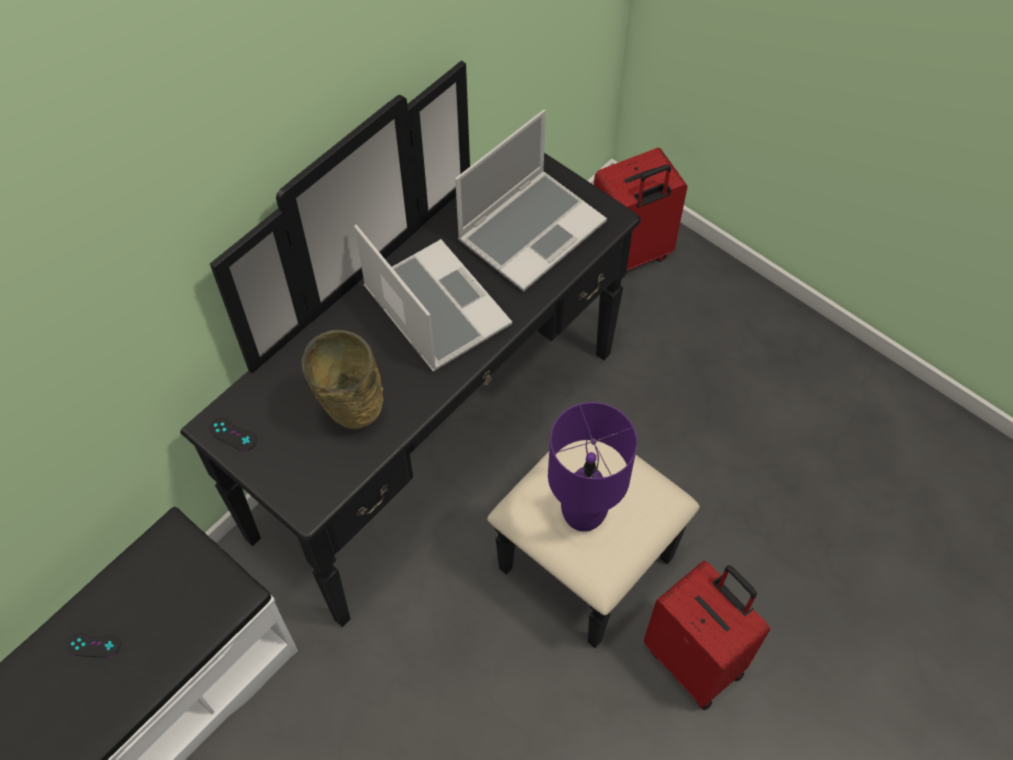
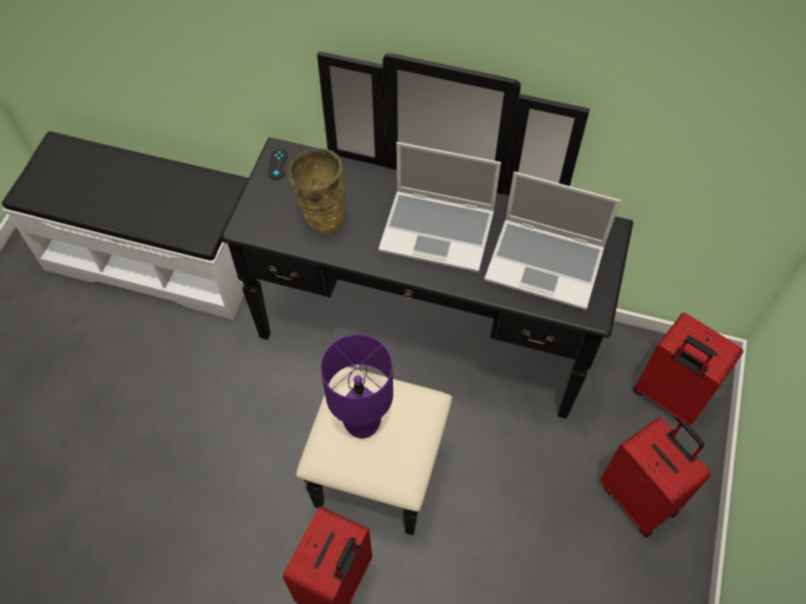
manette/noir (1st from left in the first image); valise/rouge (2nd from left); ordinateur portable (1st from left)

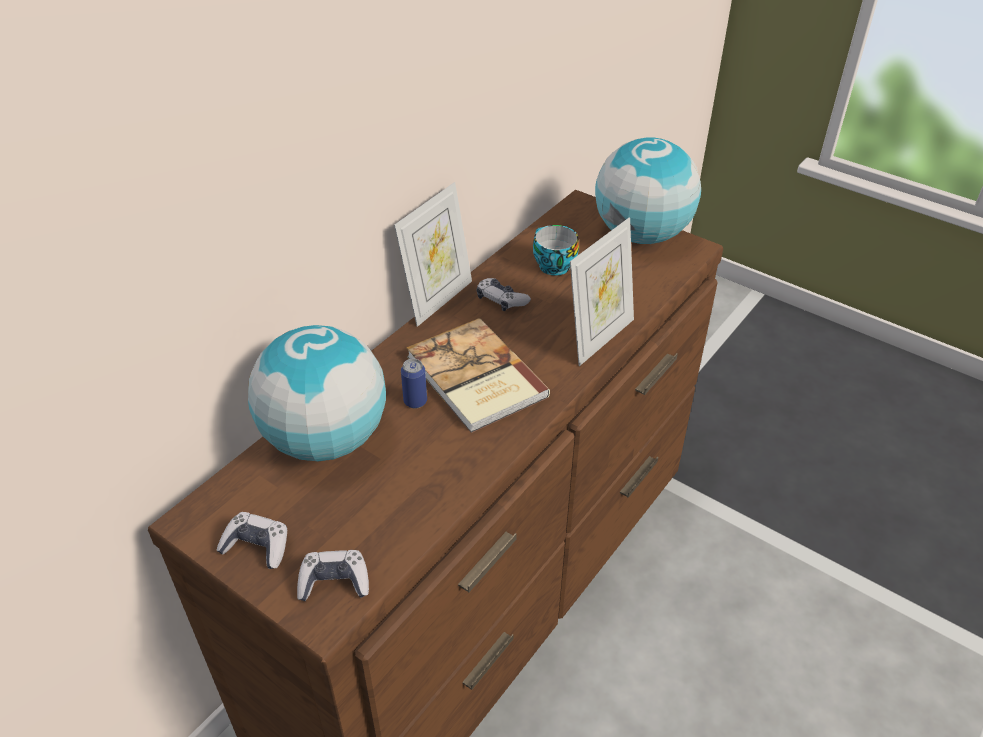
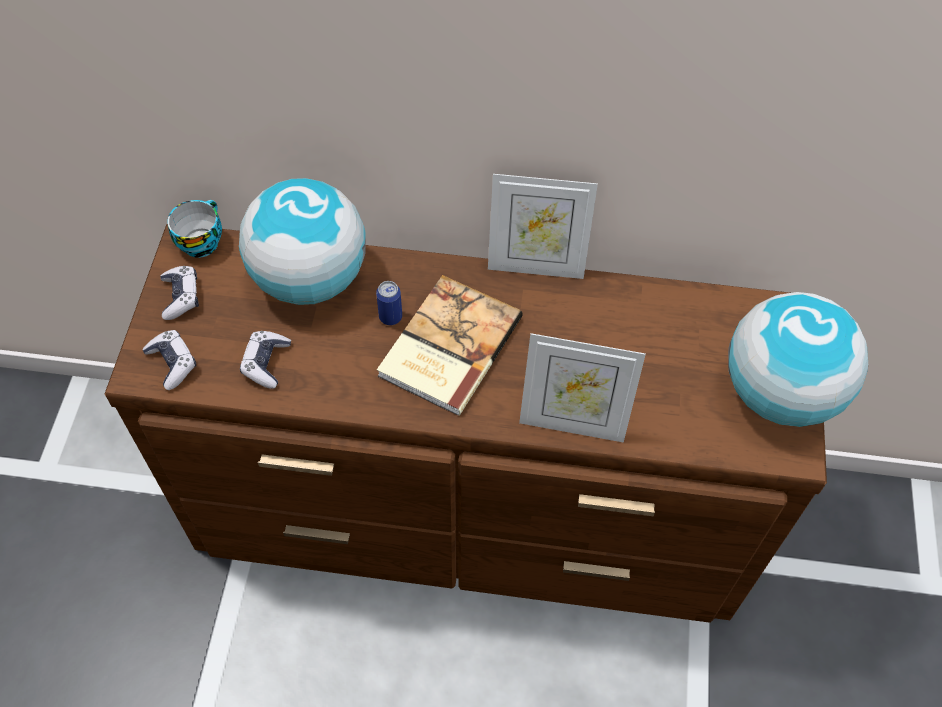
manette (3rd from left); tasse

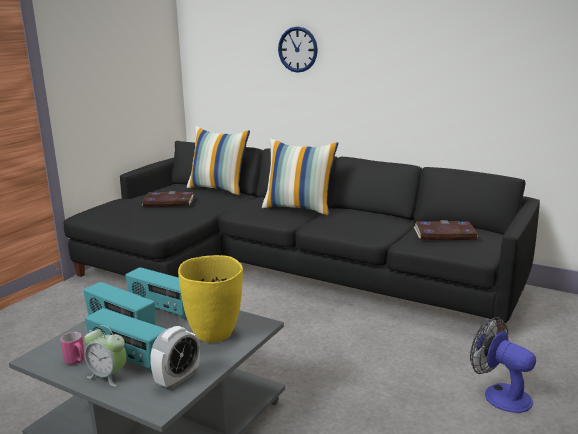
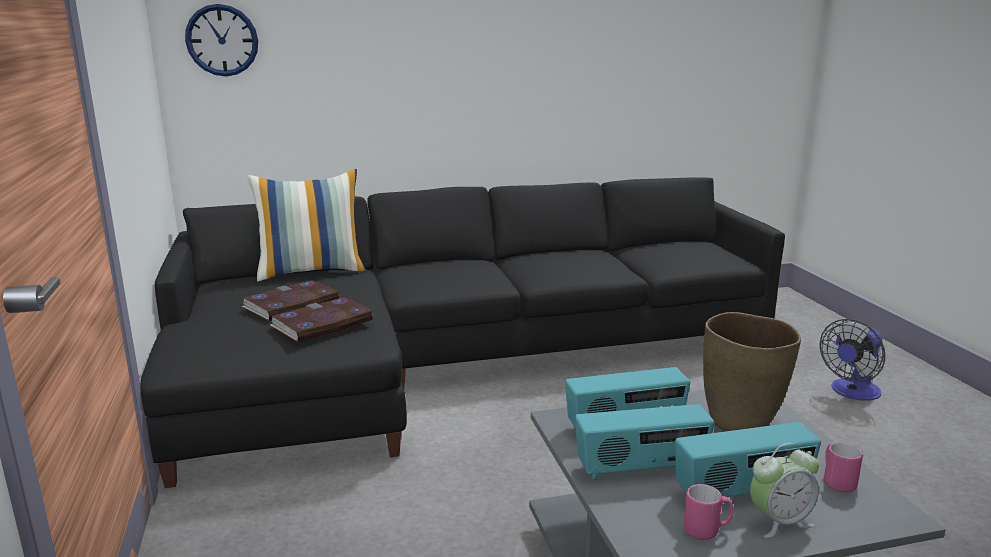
coussin (2nd from left in the first image); horloge murale; livre (2nd from left); mug/rose (2nd from left); vase/marron; ventilateur

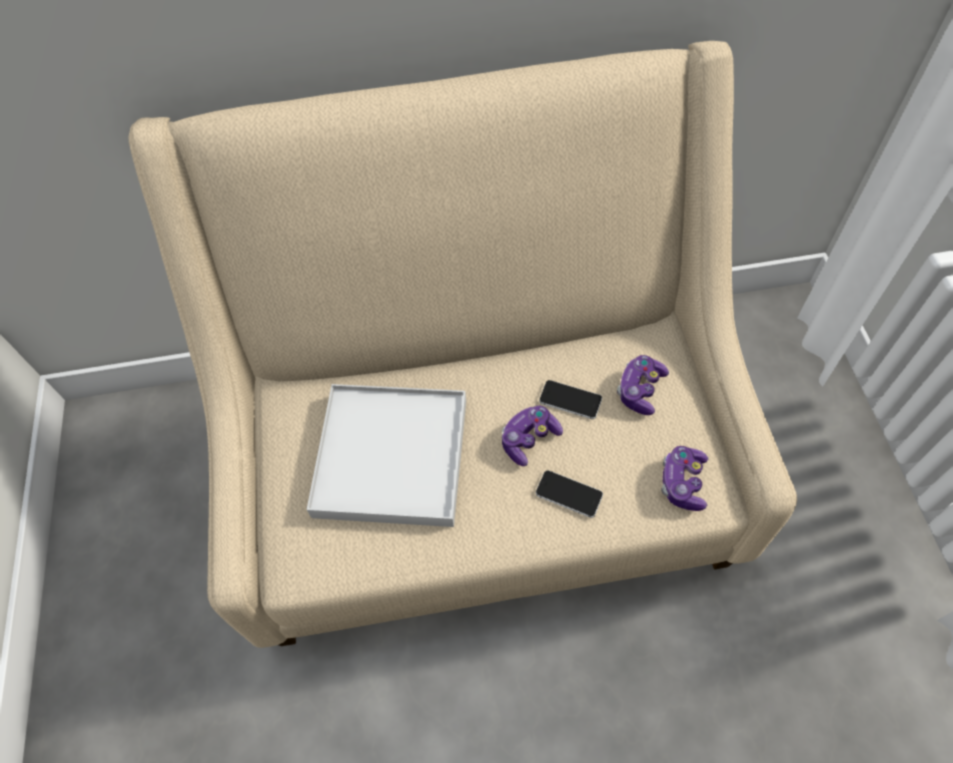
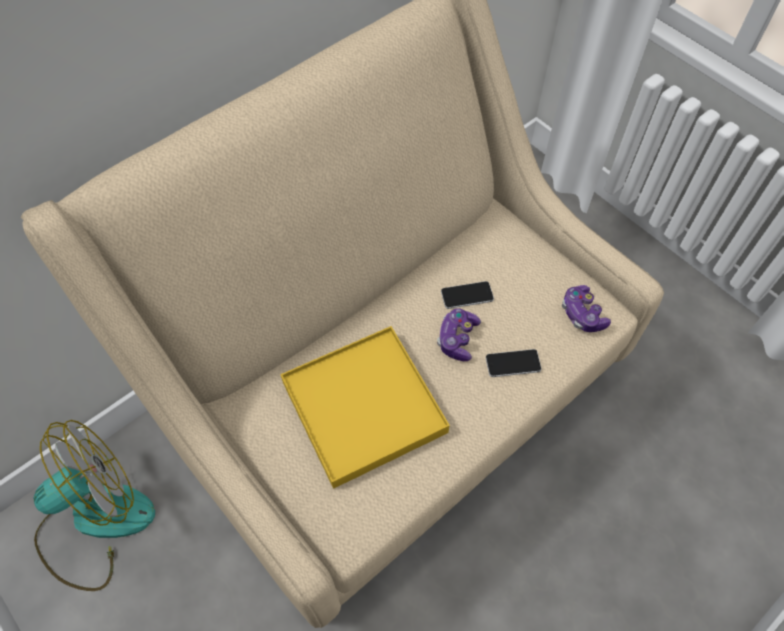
manette (2nd from left in the first image); ventilateur; plateau/jaune

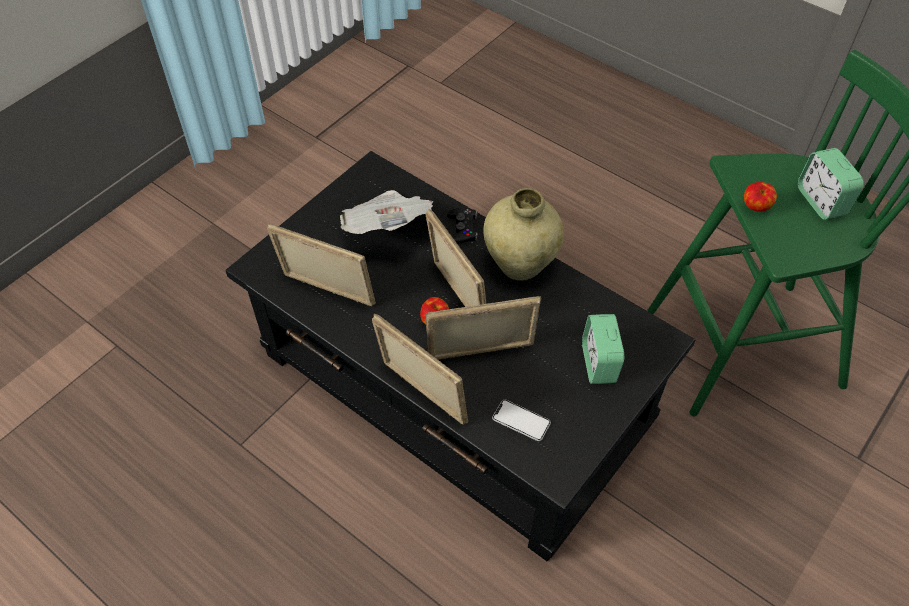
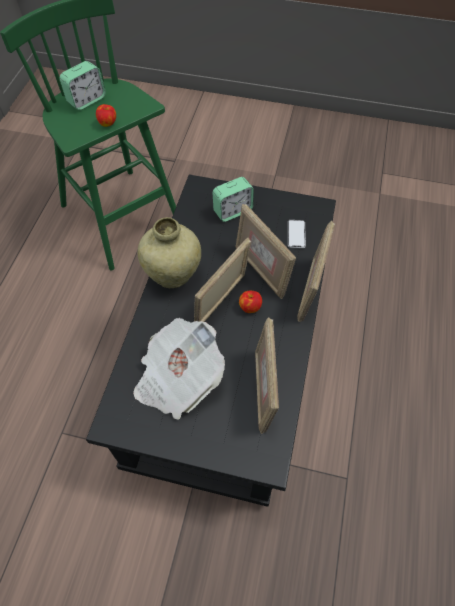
manette/noir

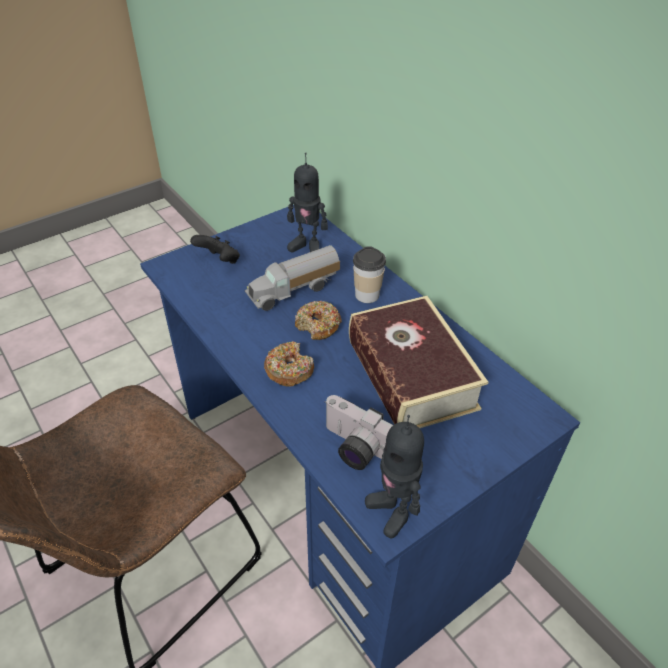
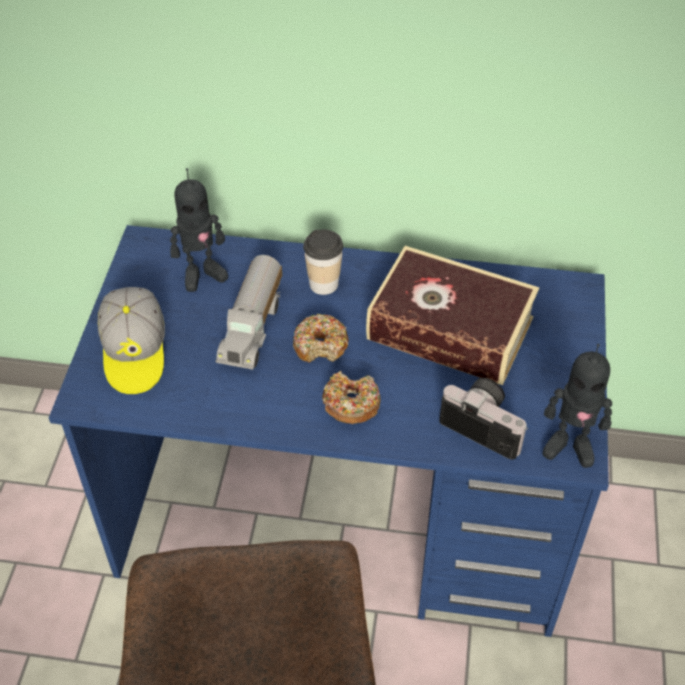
casquette; appareil photo

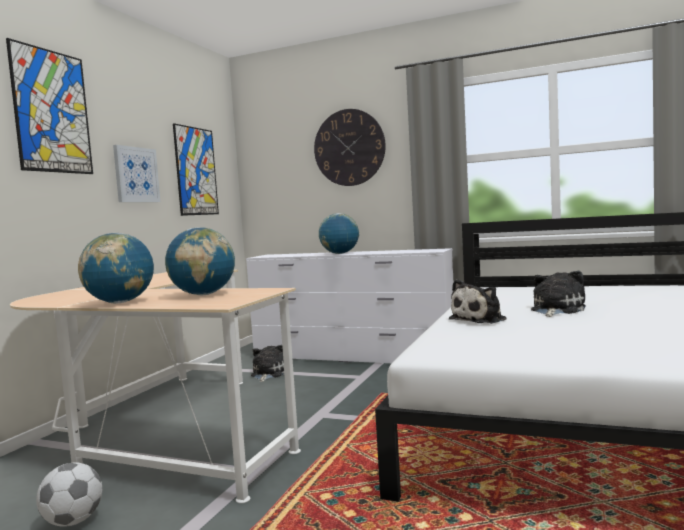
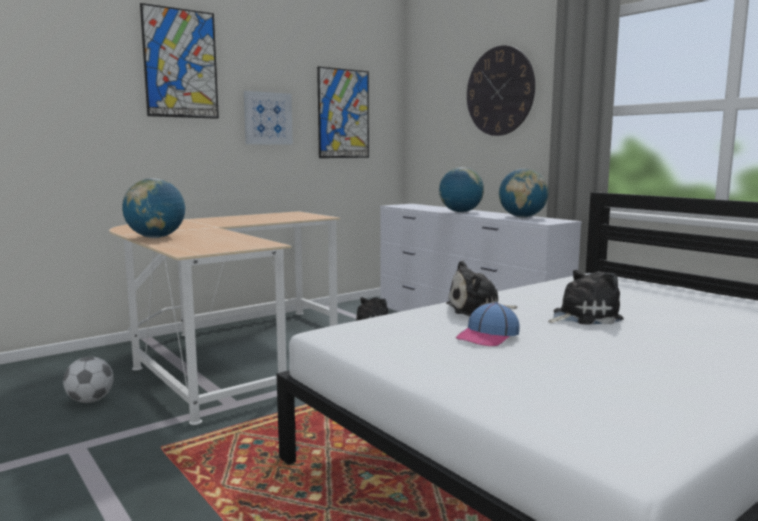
casquette; globe (3rd from left)

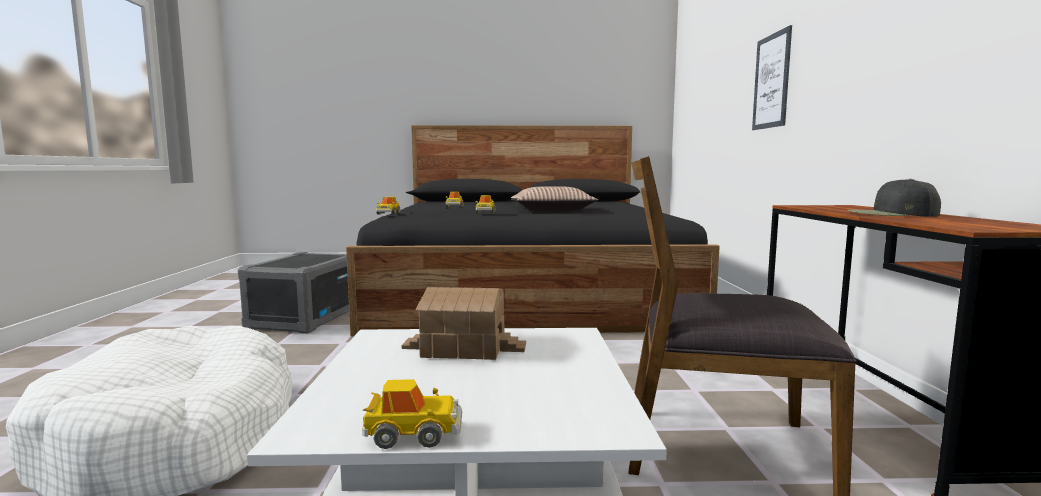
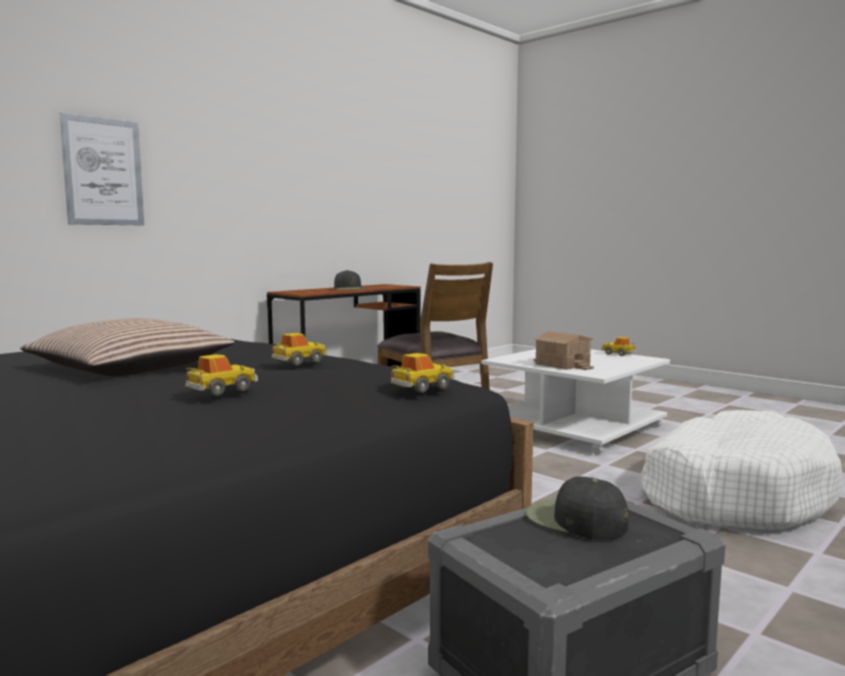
casquette/noir (2nd from left)

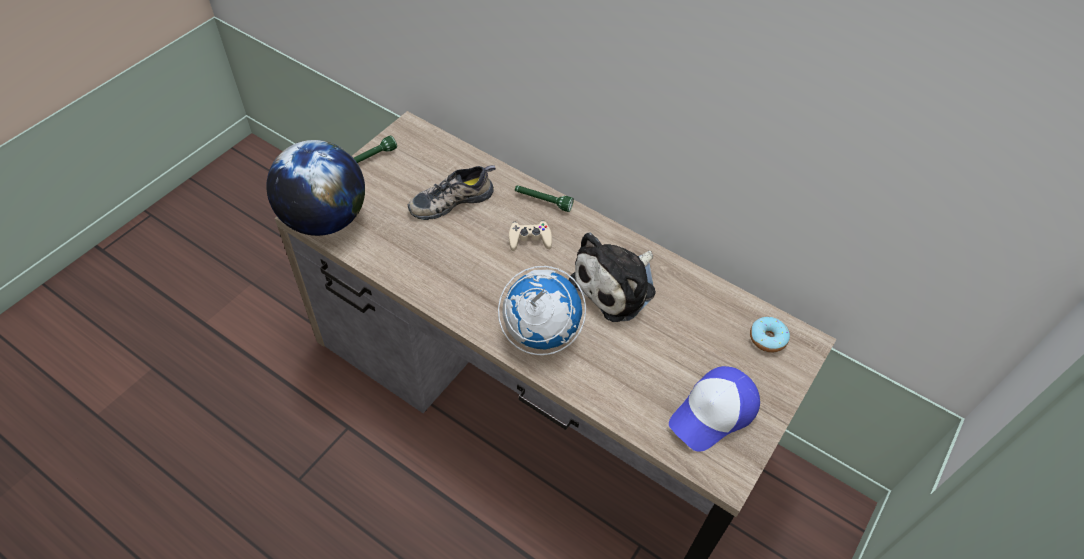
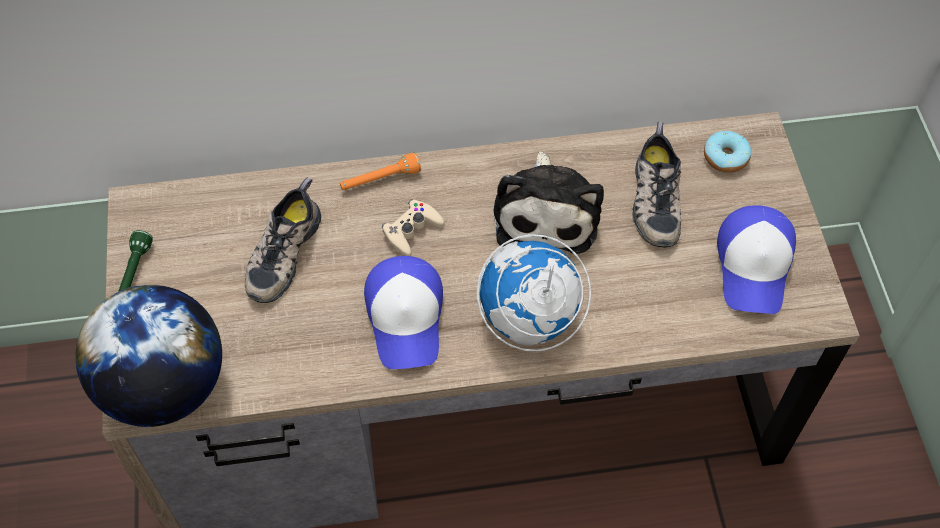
casquette (1st from left); chaussure (2nd from left); lampe de poche/orange

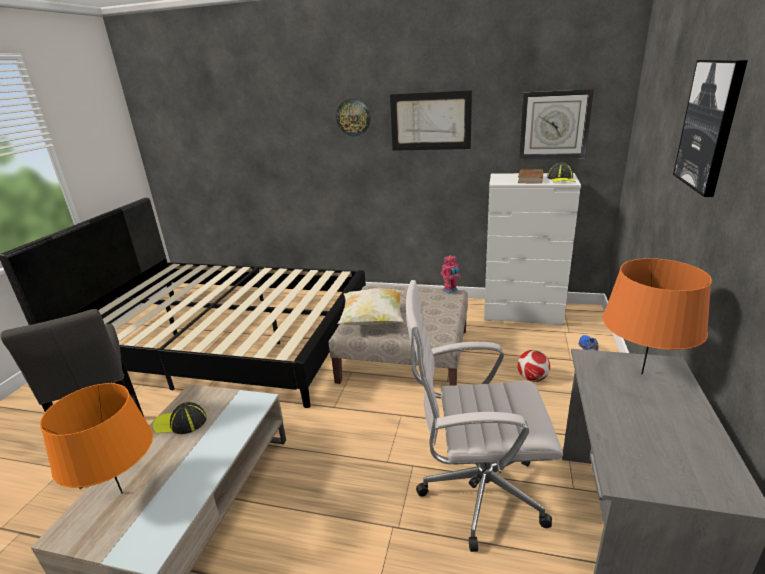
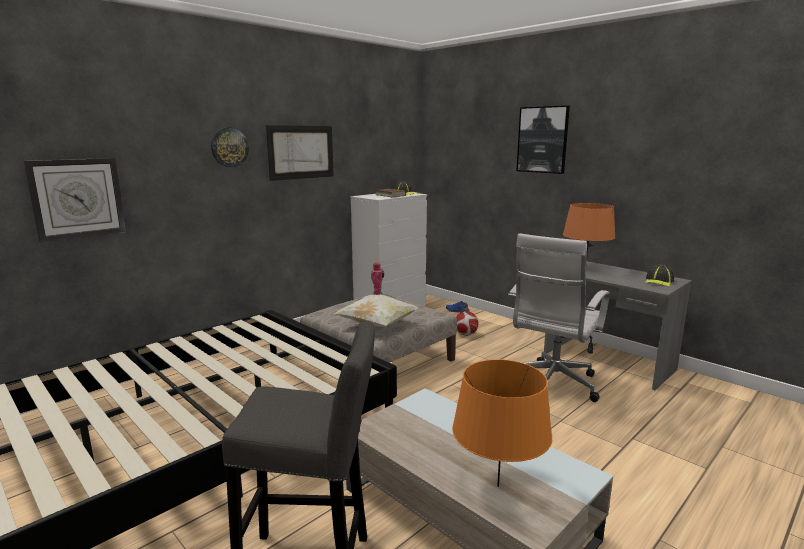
casquette (2nd from left); horloge murale (1st from left)

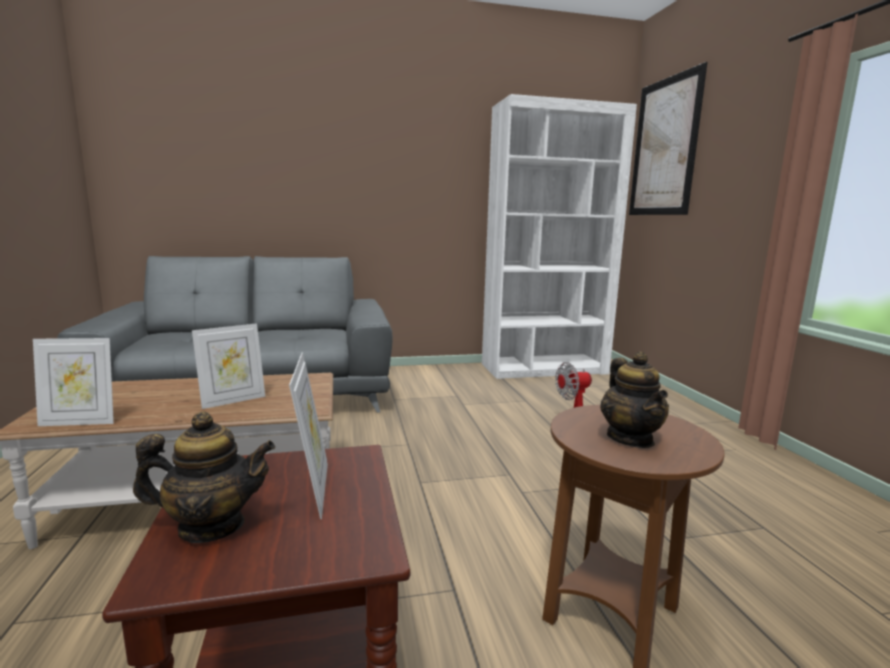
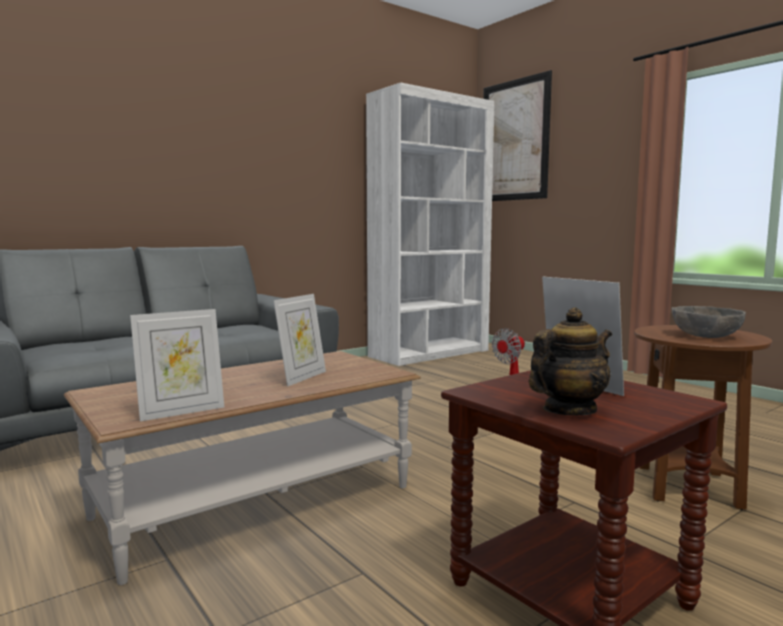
bol/gris

